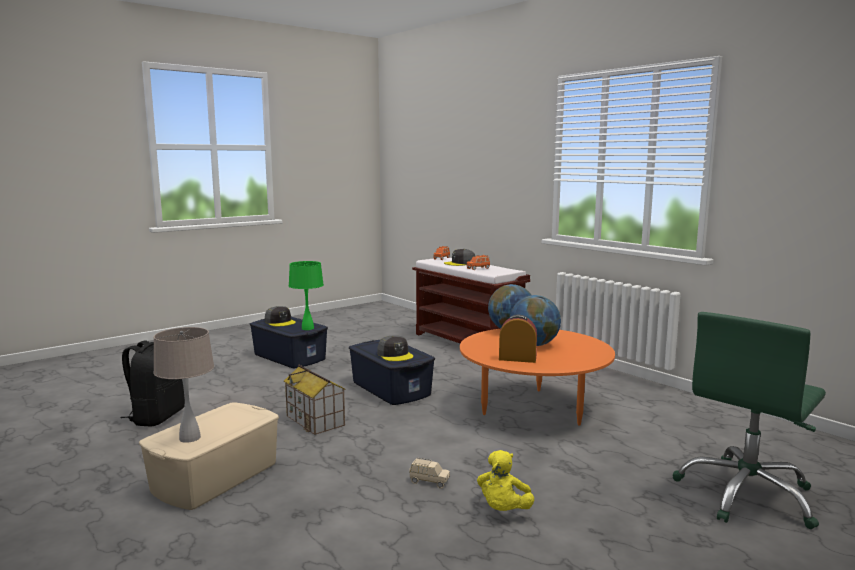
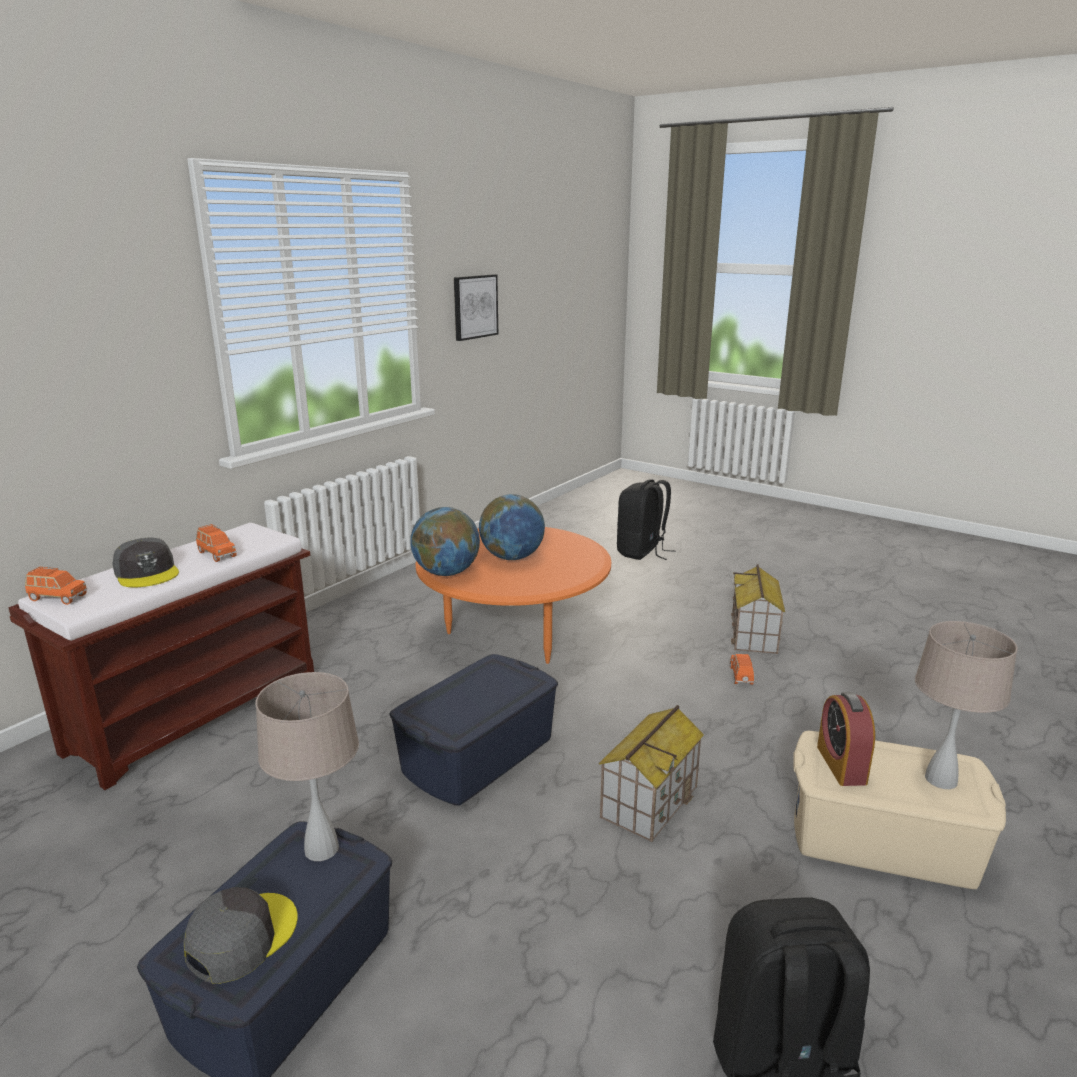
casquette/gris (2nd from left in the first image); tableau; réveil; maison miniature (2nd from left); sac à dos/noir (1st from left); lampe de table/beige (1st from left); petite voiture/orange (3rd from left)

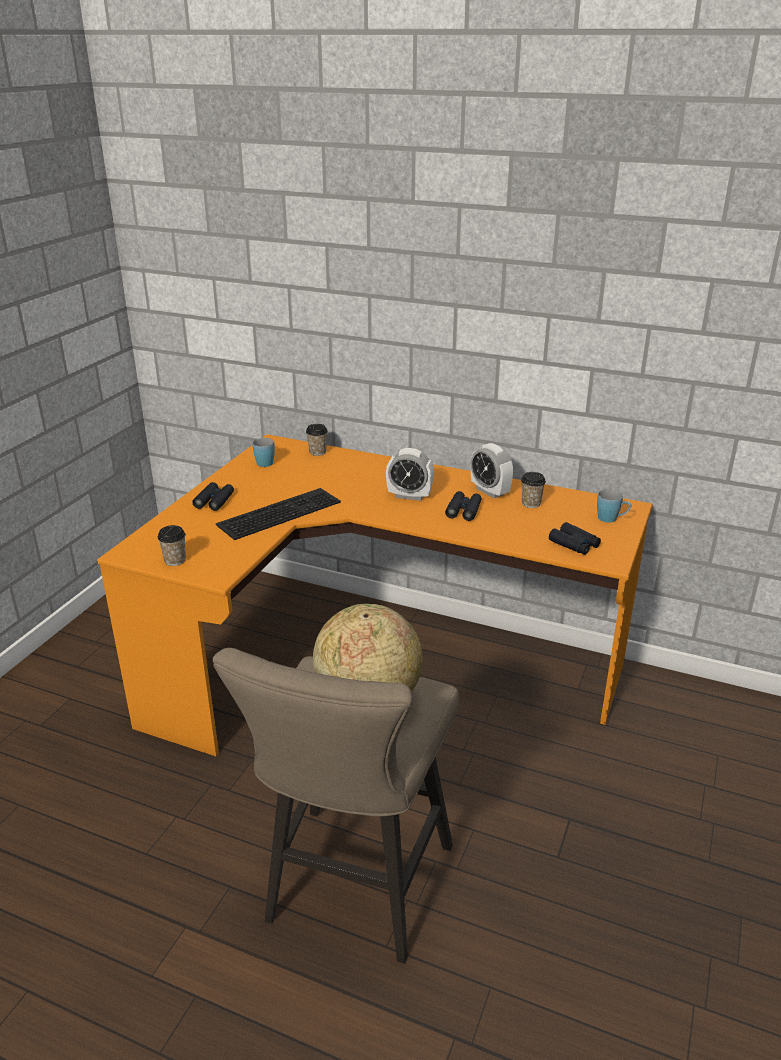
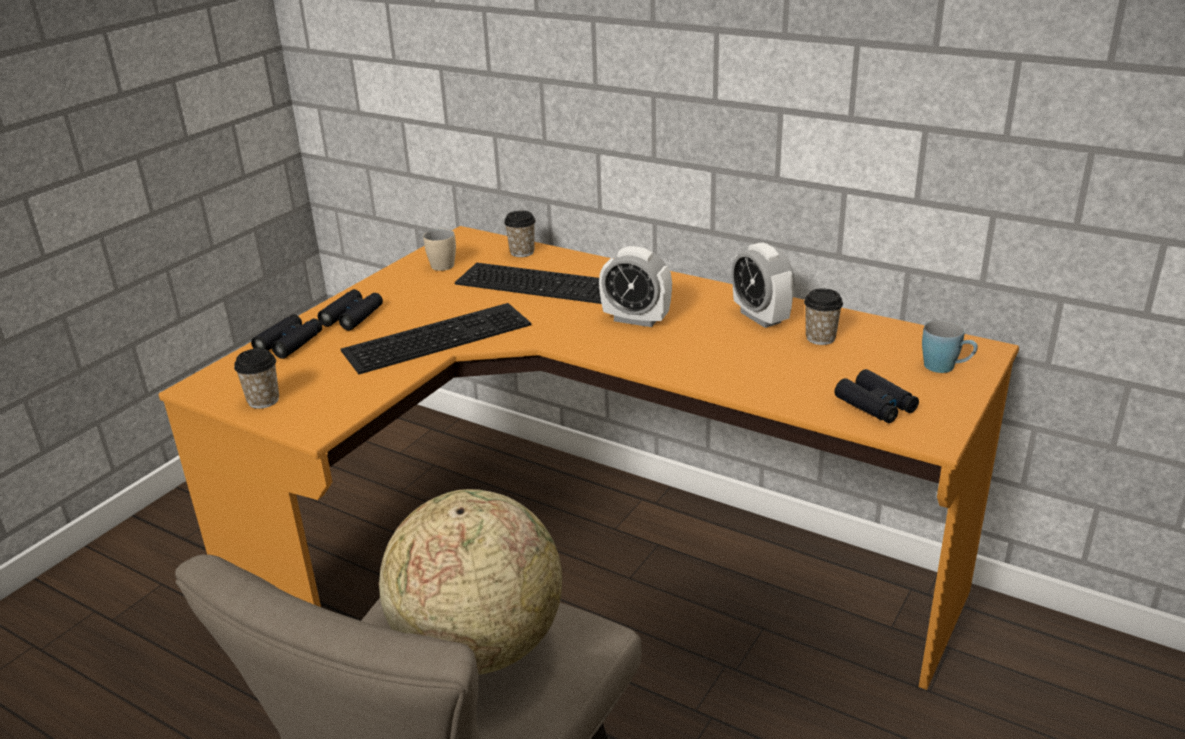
clavier (2nd from left); jumelles/noir (1st from left); mug/beige

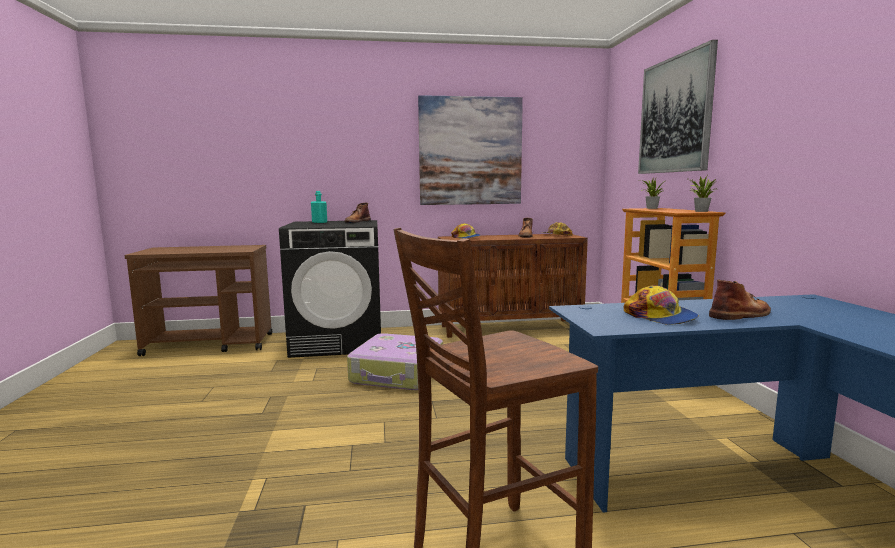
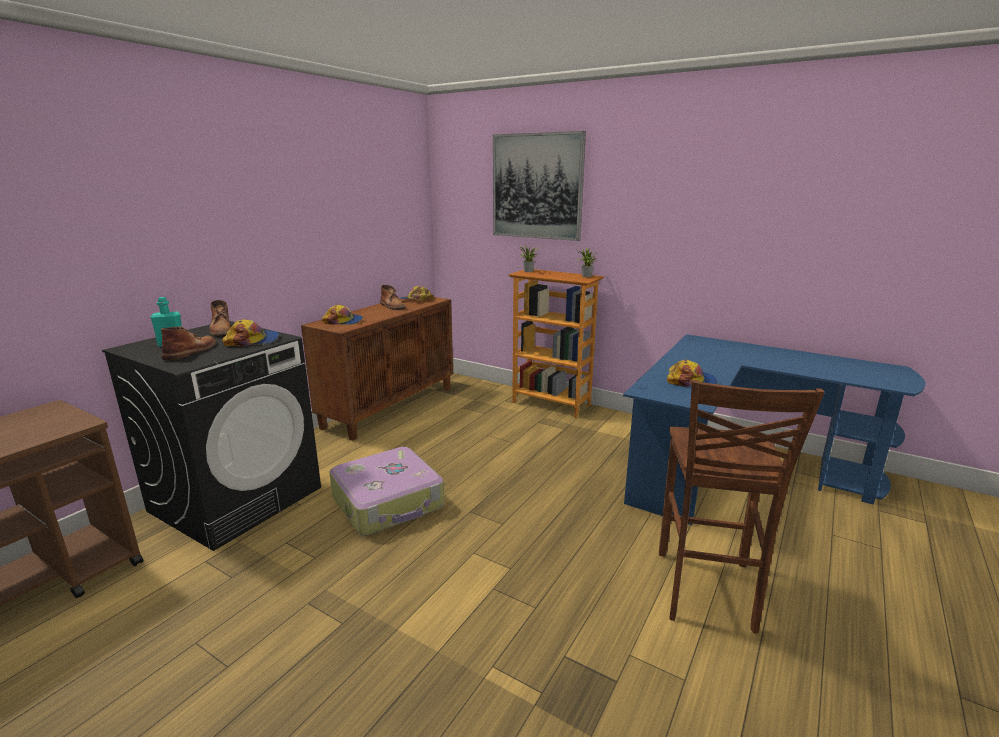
tableau (1st from left in the first image); casquette (1st from left); botte/marron (1st from left)

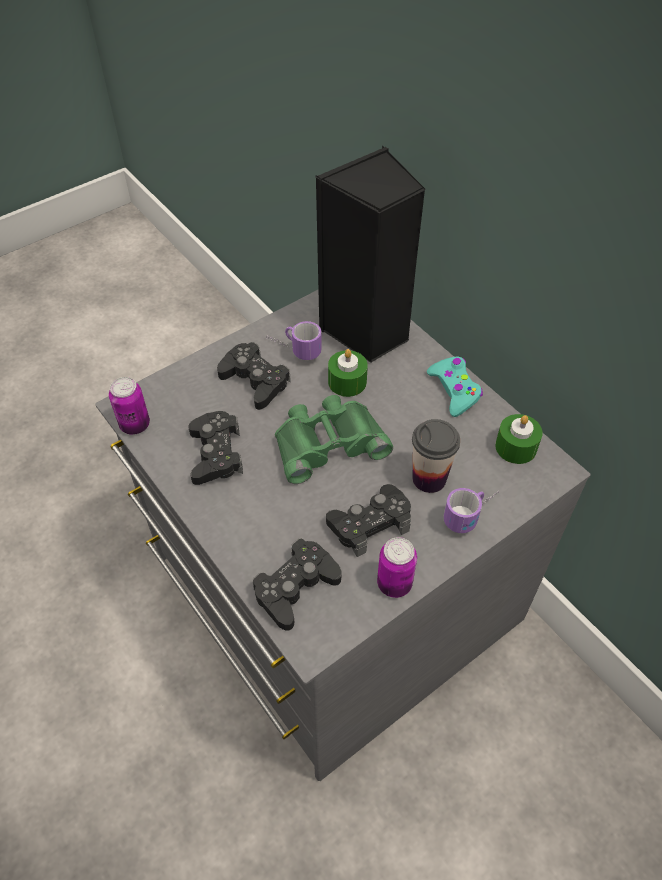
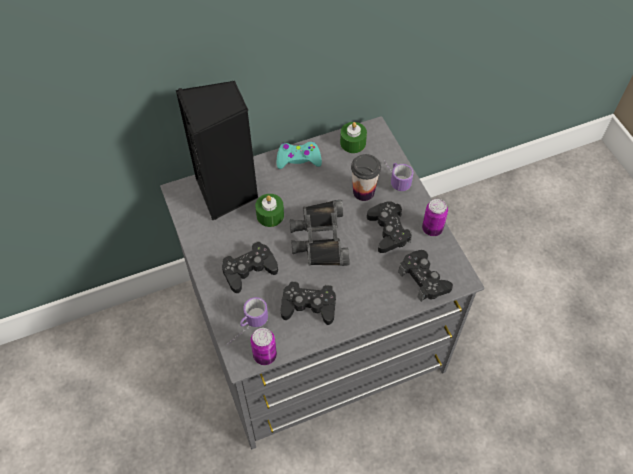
mug (1st from left); jumelles/noir

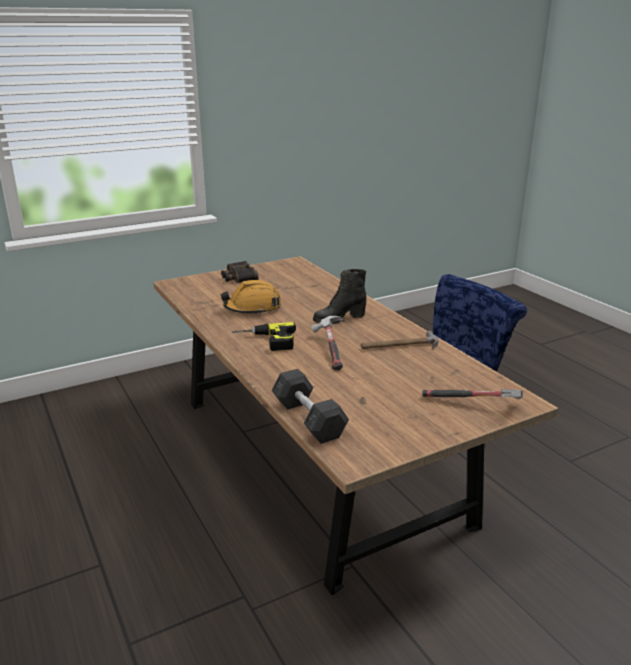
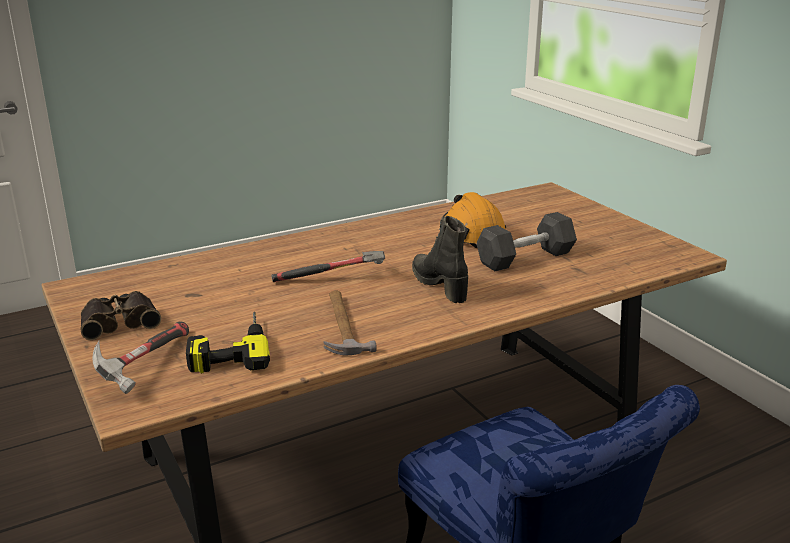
jumelles; perceuse; haltère/gris

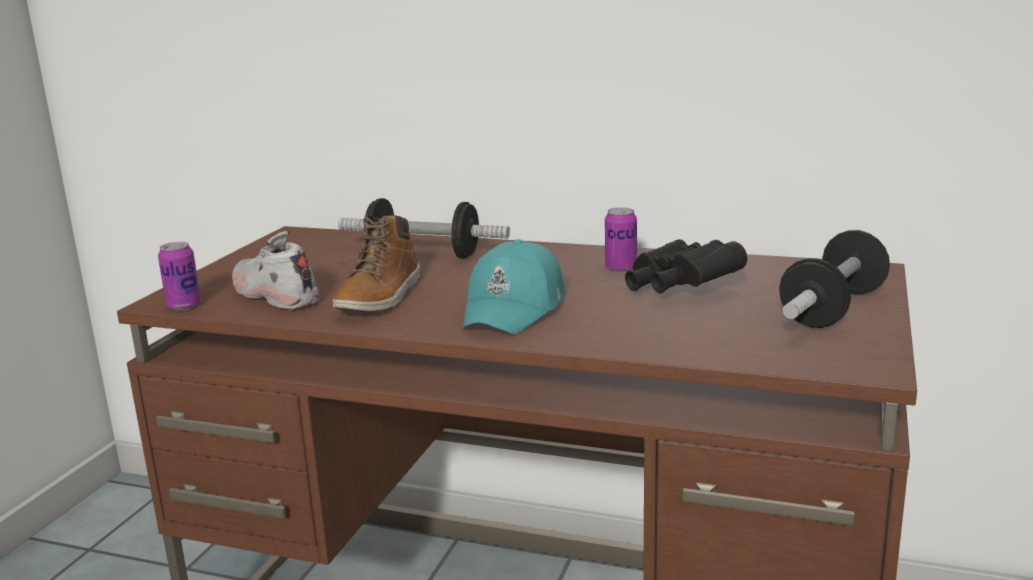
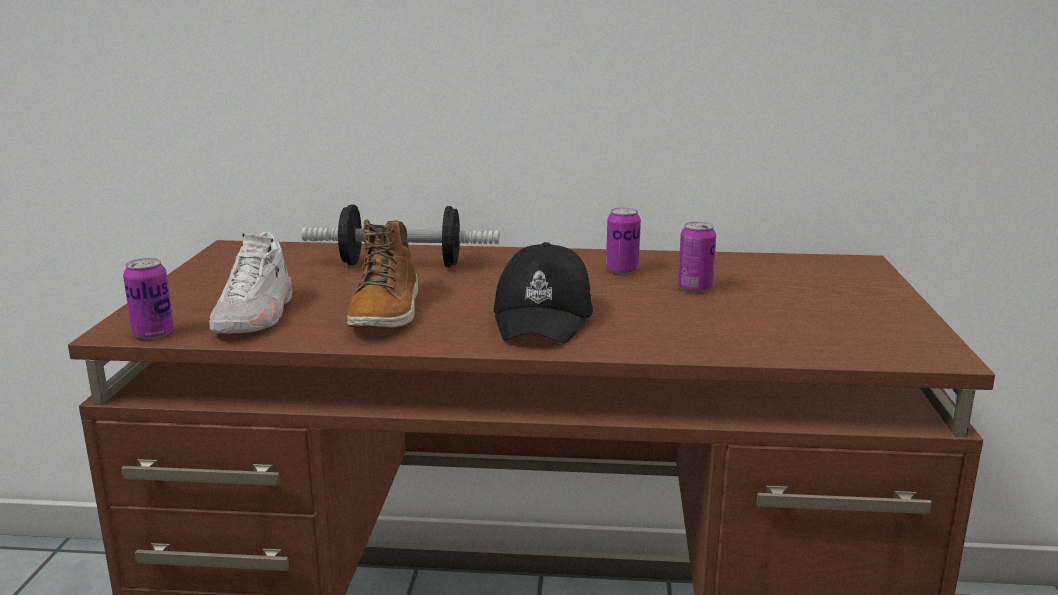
haltère (2nd from left in the first image); boîte métallique (3rd from left); casquette/noir; chaussure/blanc

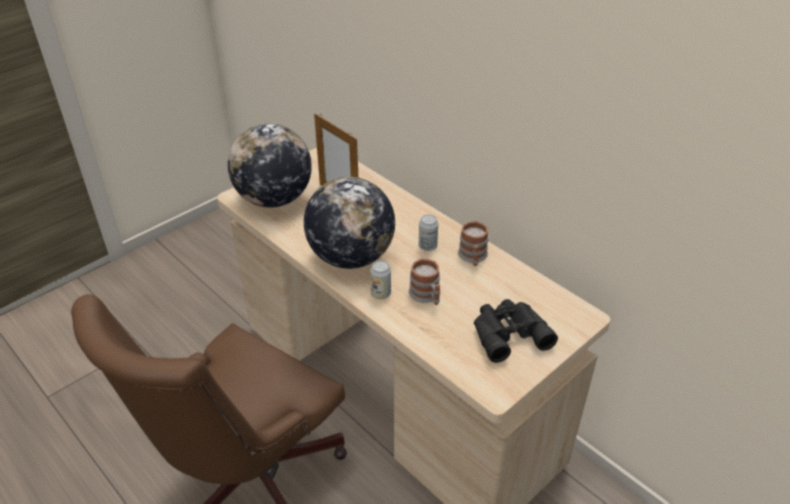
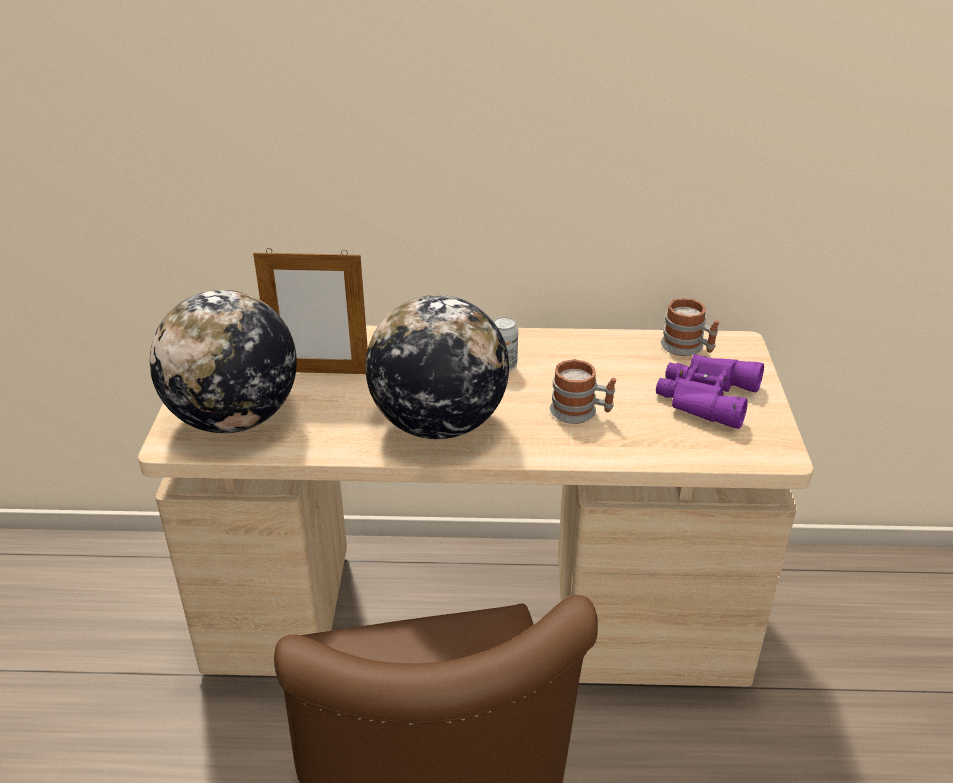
boîte métallique (1st from left in the first image); mug (2nd from left); jumelles/violet

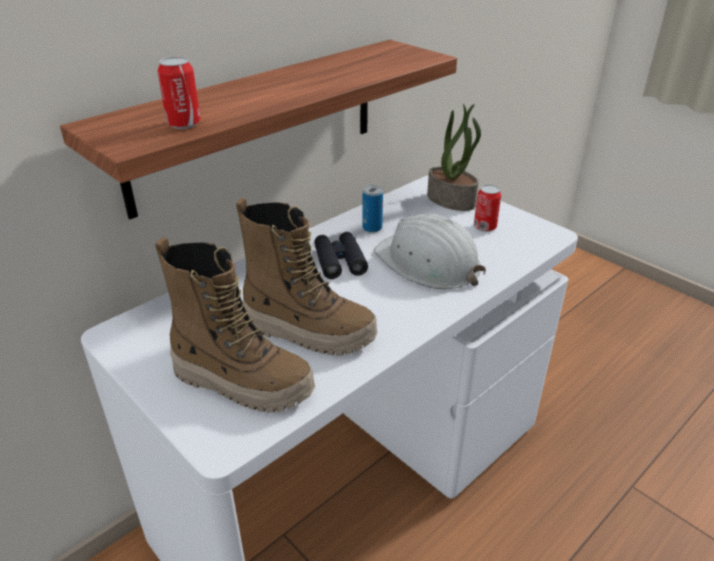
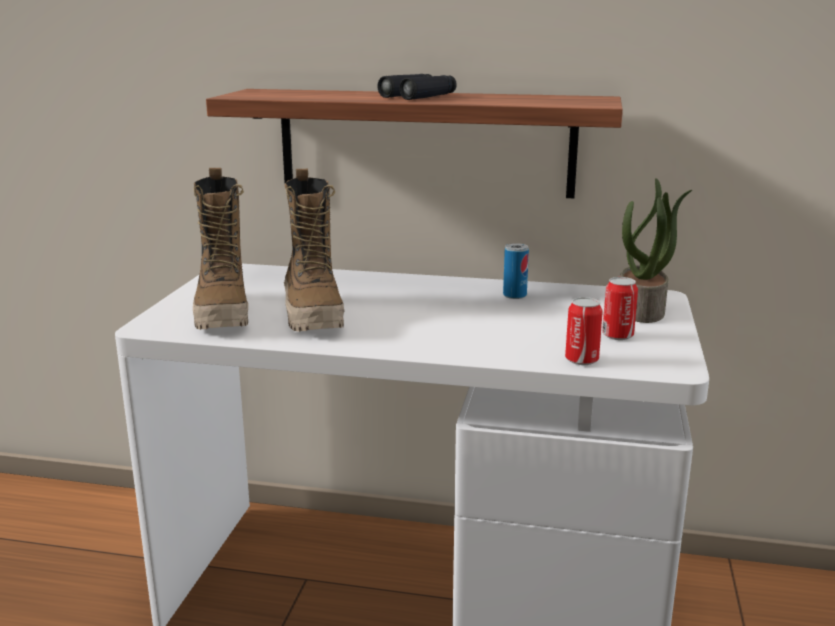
casque de chantier/blanc; boîte métallique (2nd from left); jumelles/noir

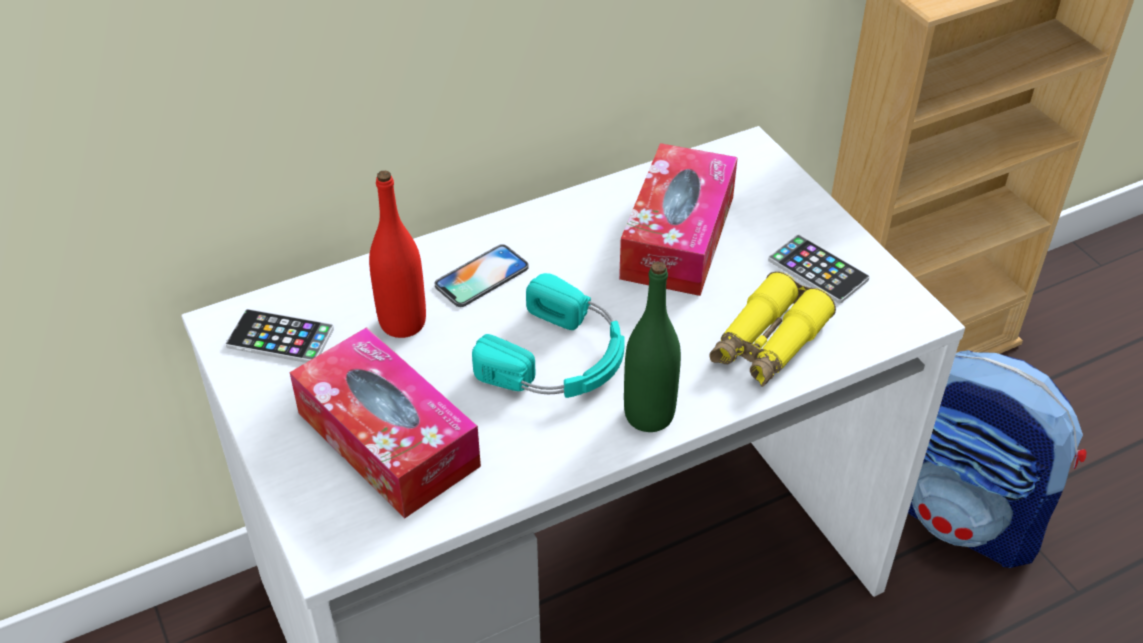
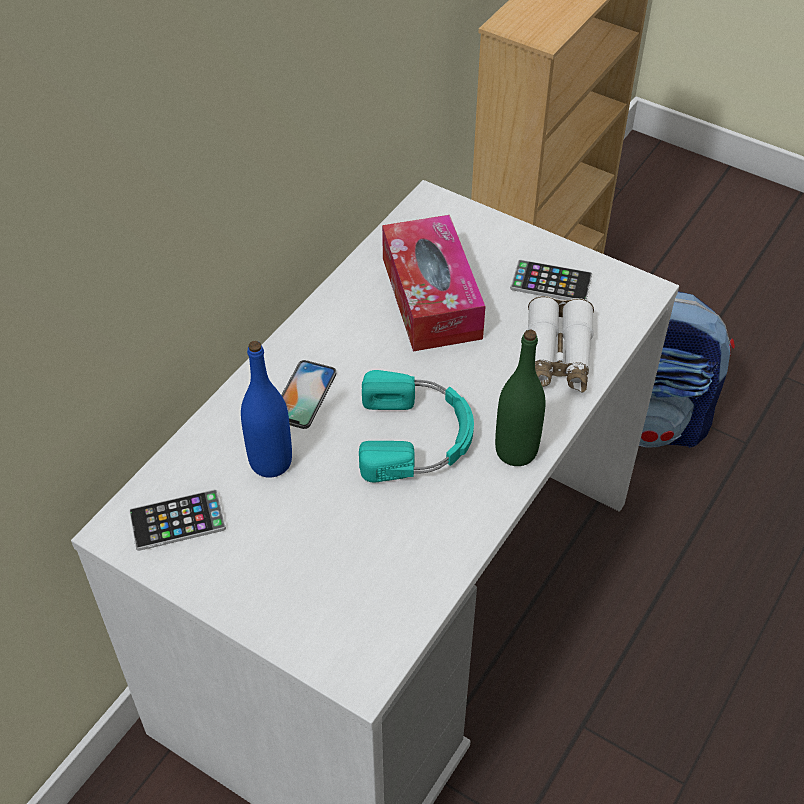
boîte à mouchoirs (1st from left in the first image); bouteille/bleu; jumelles/blanc

